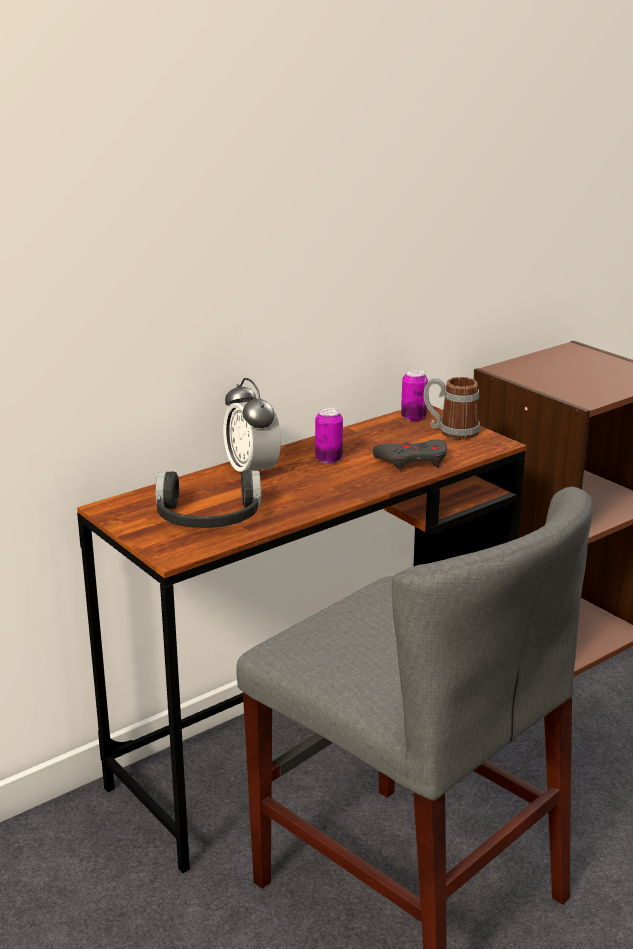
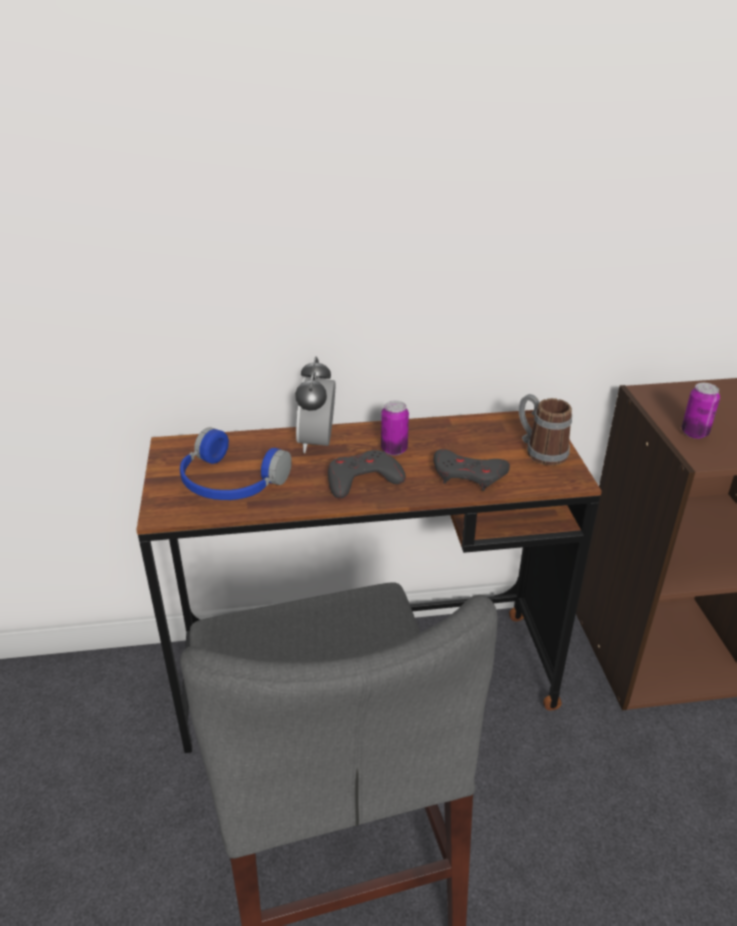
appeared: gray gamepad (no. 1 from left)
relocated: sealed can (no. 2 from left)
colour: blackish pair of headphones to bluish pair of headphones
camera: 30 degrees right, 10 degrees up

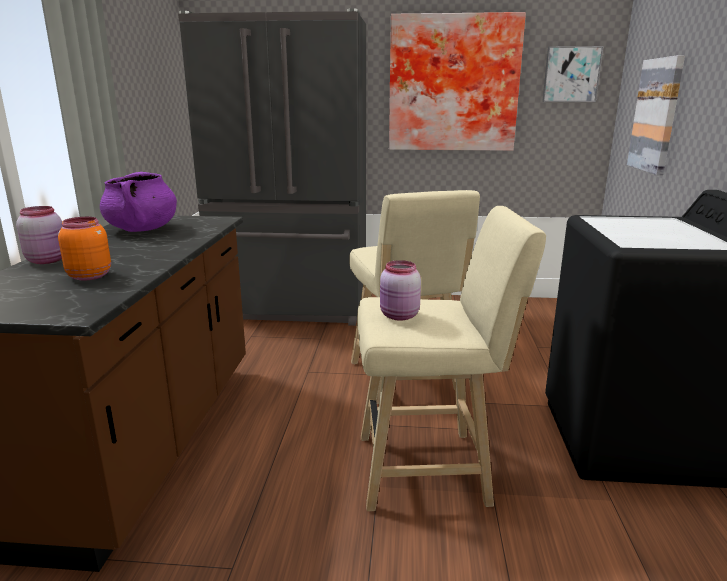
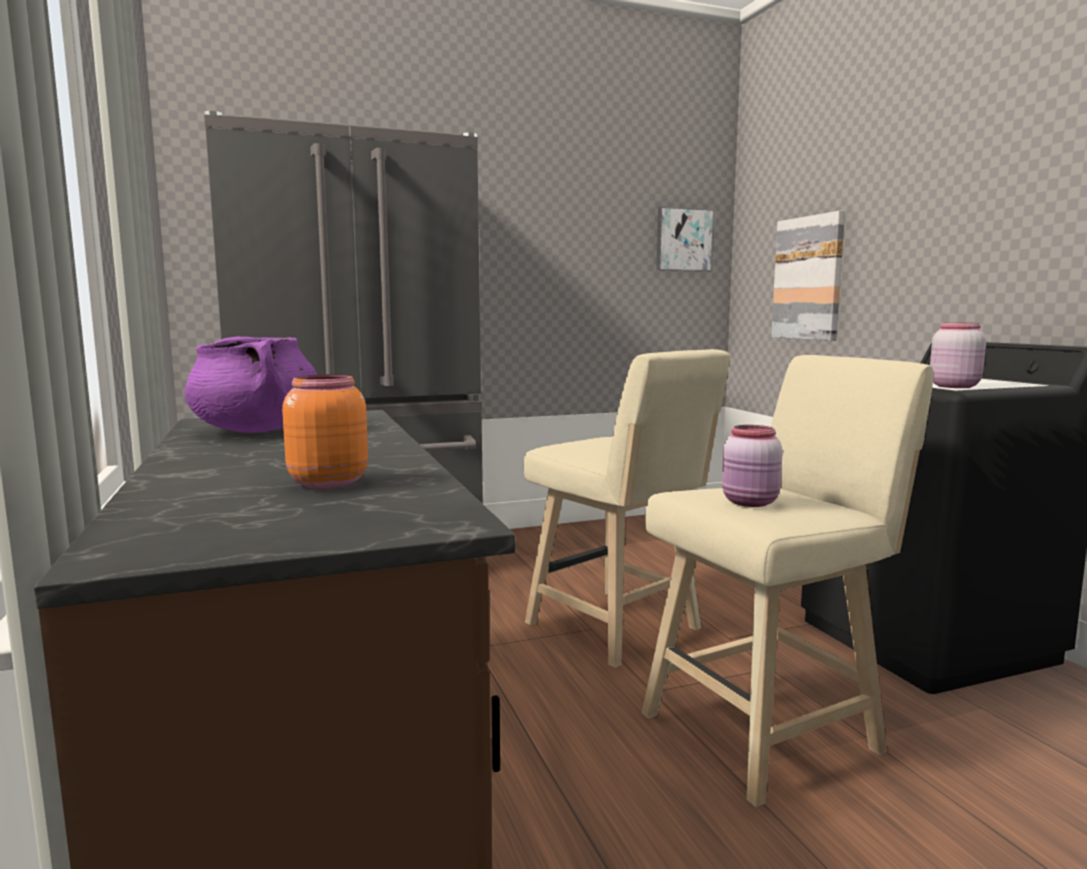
missing: wall picture (no. 1 from left)
relocated: pinkish storage jar (no. 1 from left in the first image) to pinkish storage jar (no. 2 from left)
camera: 25 degrees left, 10 degrees down

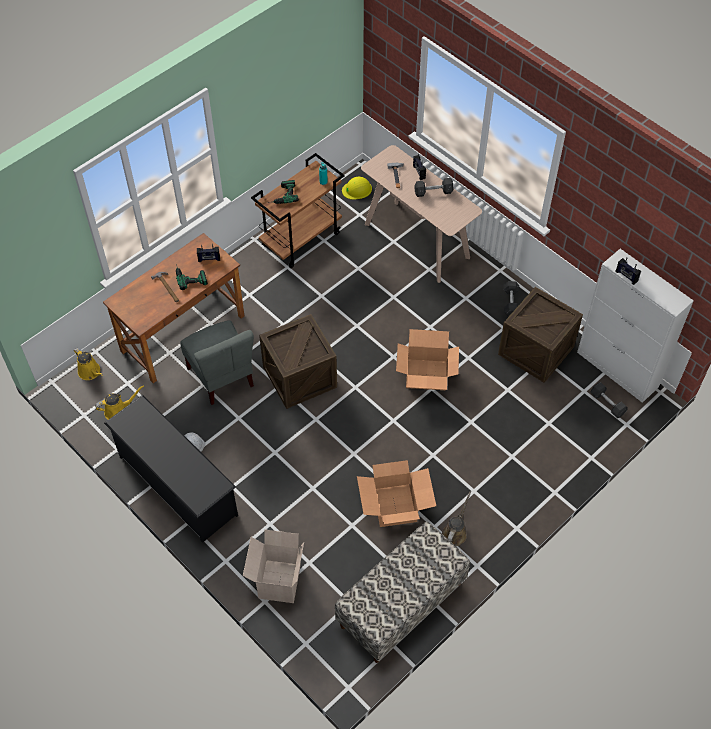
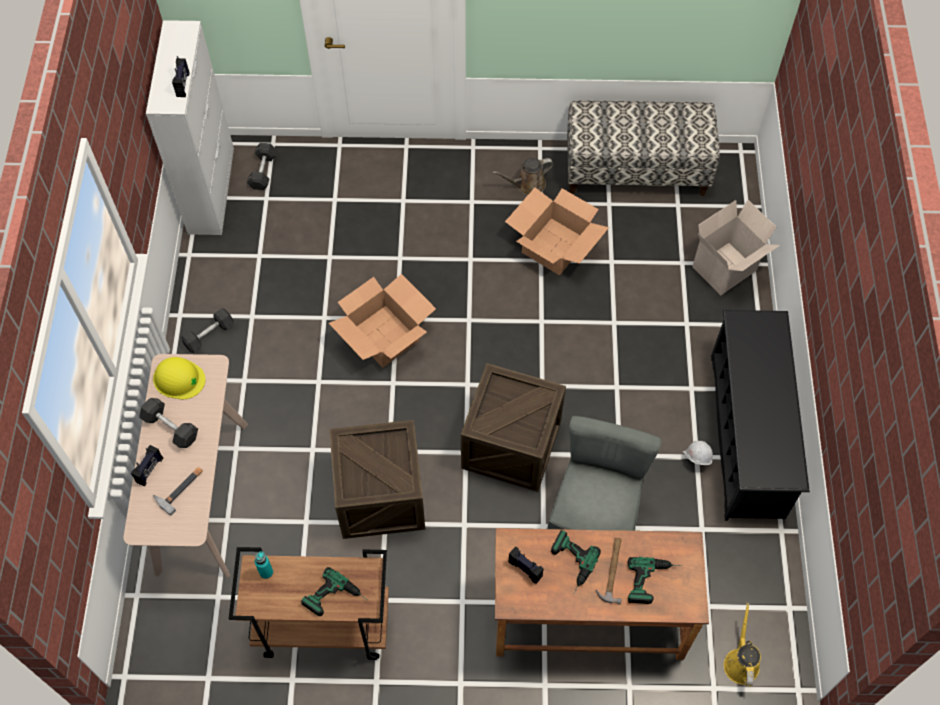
missing: yellow watering can (no. 2 from left)
appeared: electric drill (no. 3 from left)
relocated: yellow work helmet; shipping crate (no. 2 from left in the first image) to shipping crate (no. 1 from left)
camera: 135 degrees left, 5 degrees up

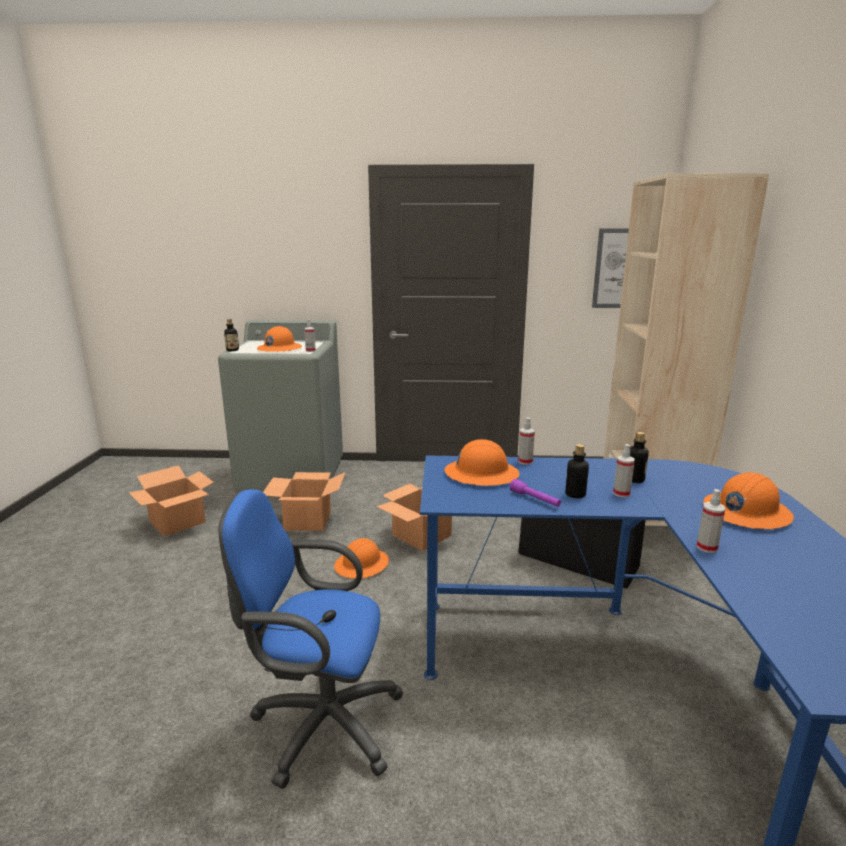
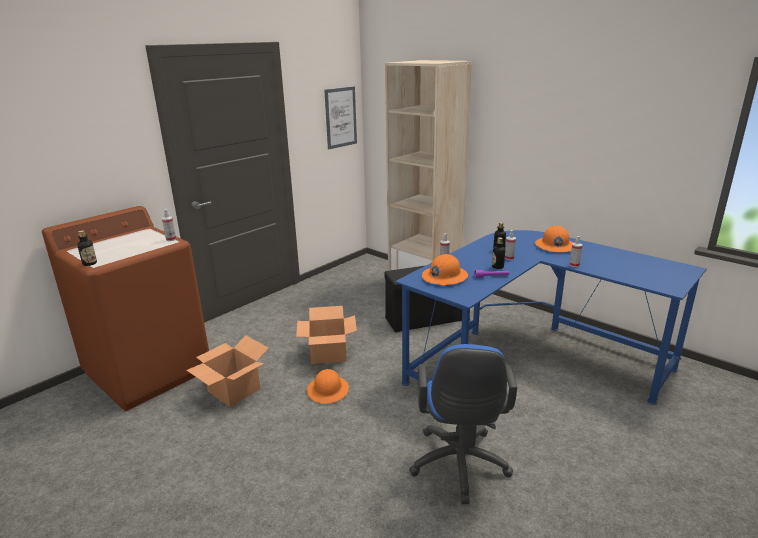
missing: orange-coloured work helmet (no. 1 from left); cardboard box (no. 1 from left)
colour: gray laundry machine to brown-coloured laundry machine
spun: bluish office chair 45 degrees counterclockwise
camera: 50 degrees left, 5 degrees up

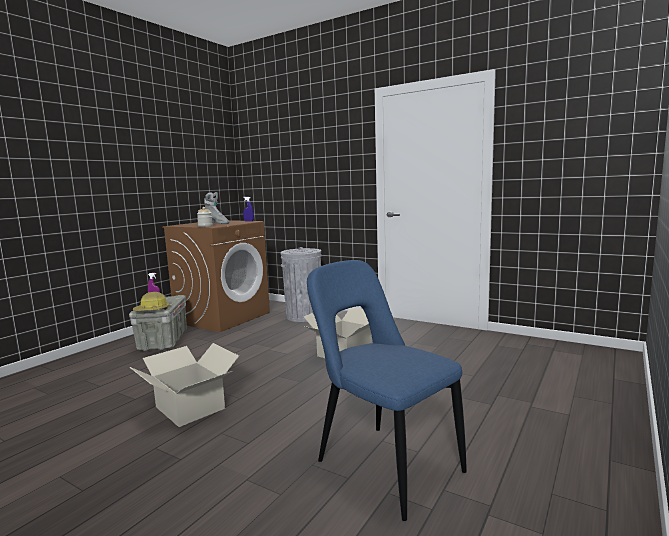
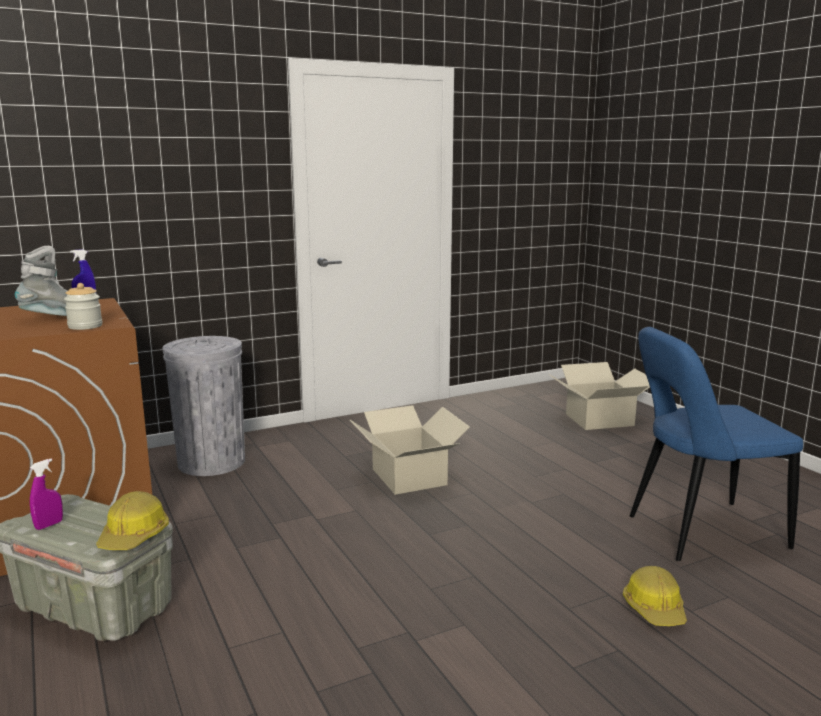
appeared: work helmet (no. 2 from left)
relocated: cardboard box (no. 1 from left in the first image) to cardboard box (no. 2 from left)
camera: 60 degrees left, 5 degrees up

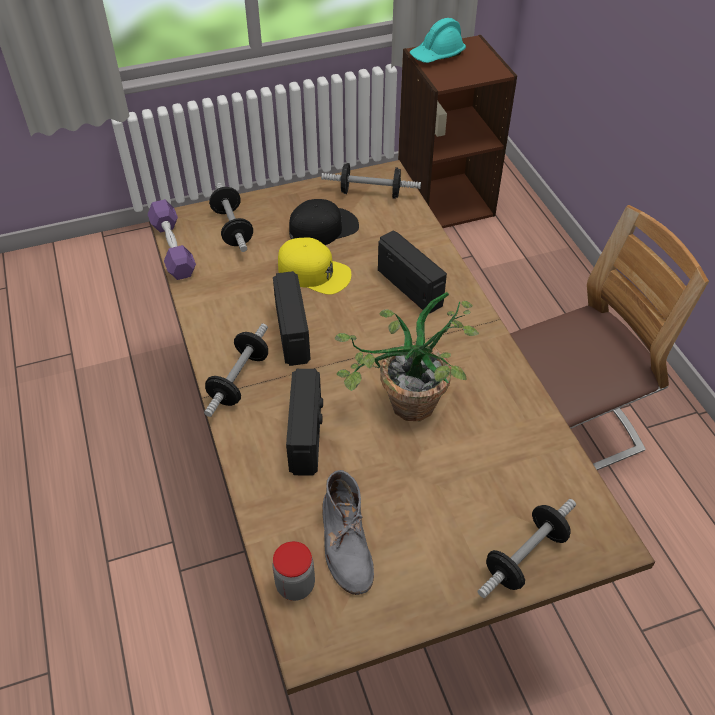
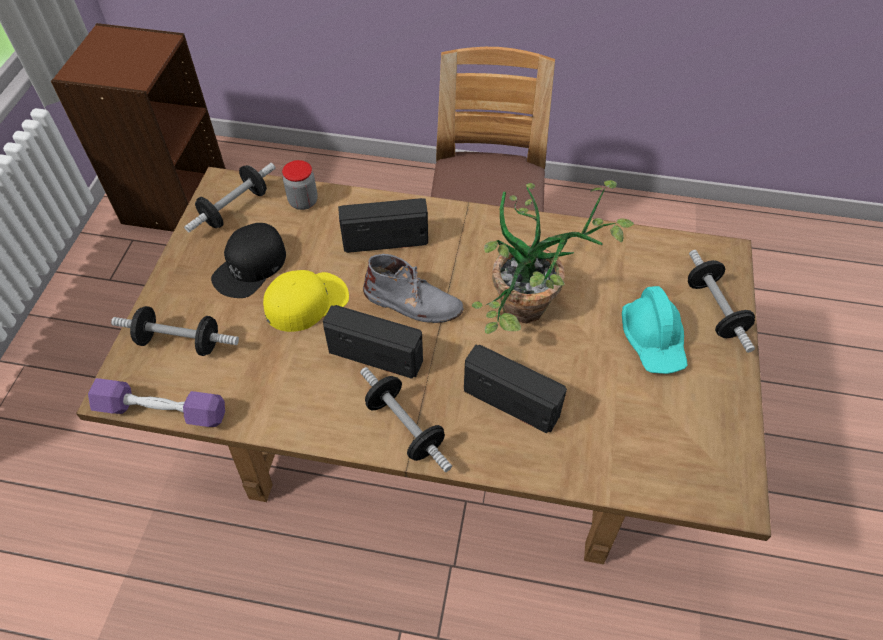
relocated: turquoise work helmet; gray high-top boot; storage jar
spun: blackish cap 150 degrees counterclockwise
camera: 60 degrees left, 5 degrees up

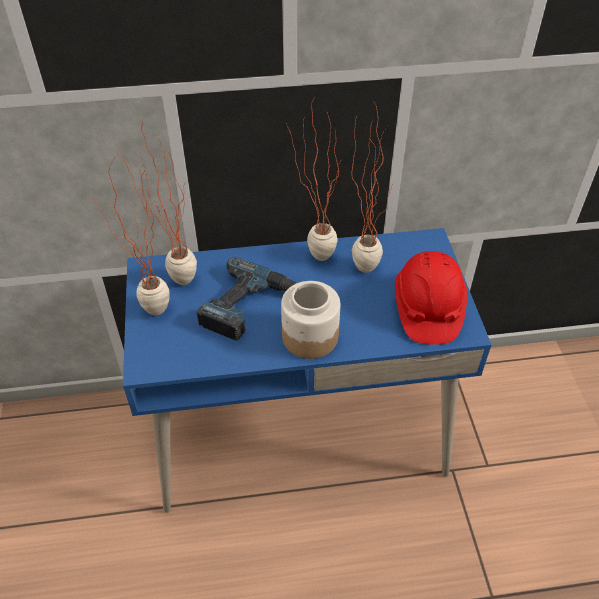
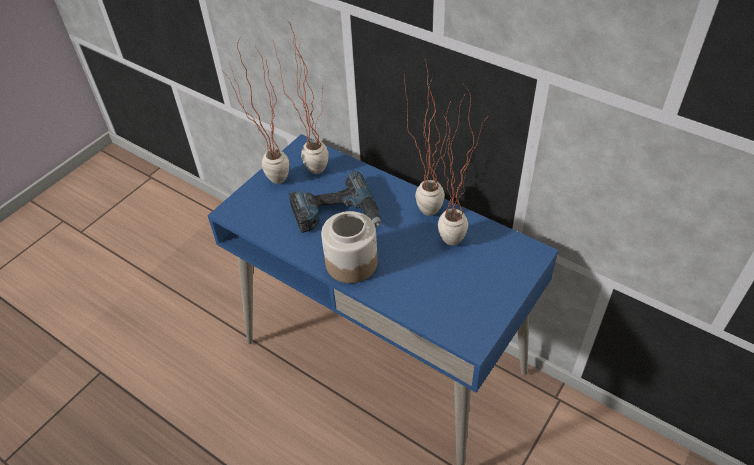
missing: reddish work helmet
camera: 45 degrees right, 0 degrees up

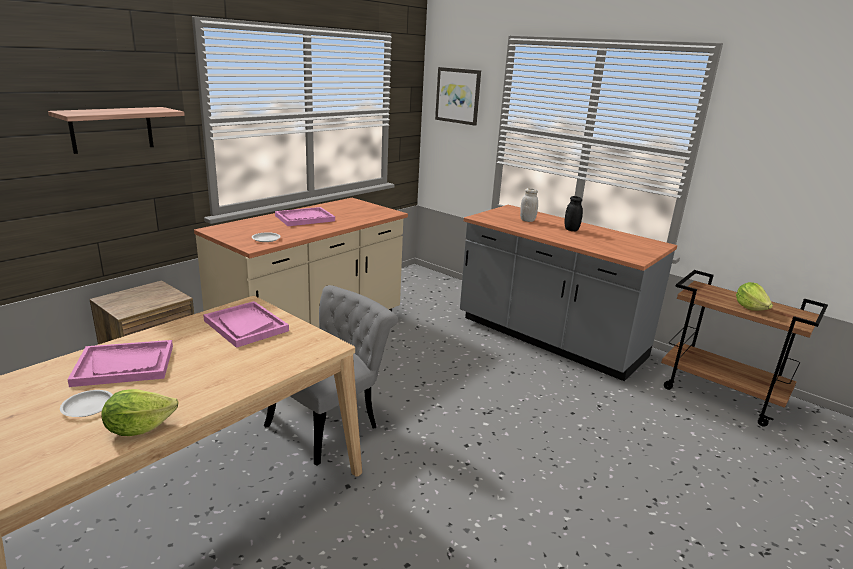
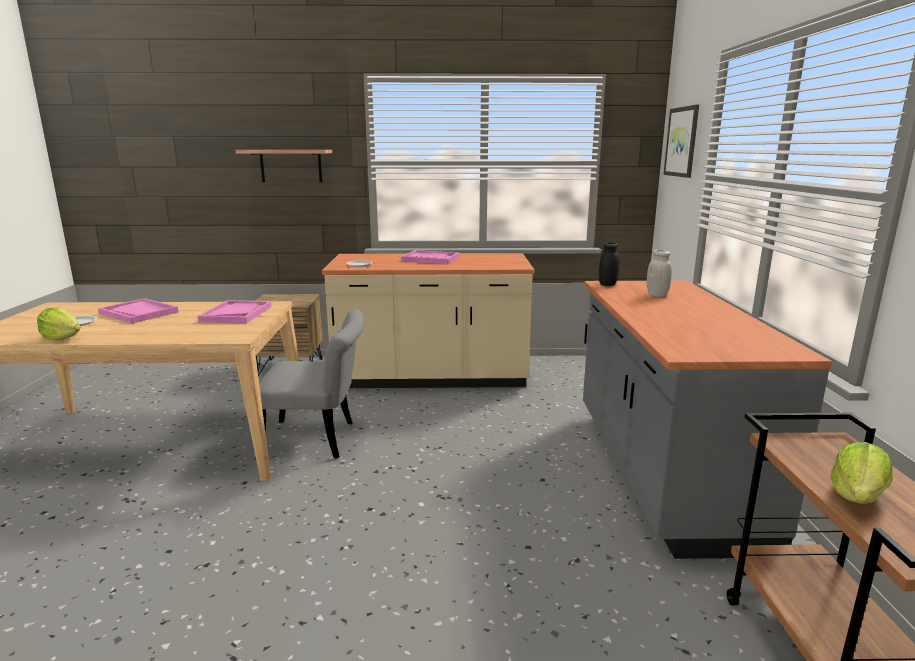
relocated: blackish storage jar
camera: 50 degrees right, 5 degrees down

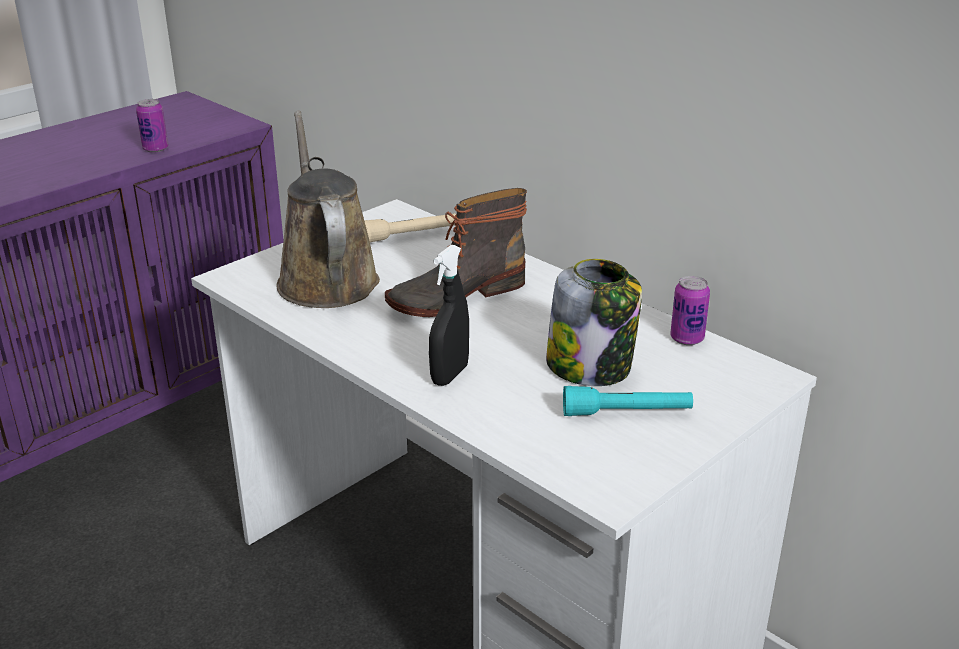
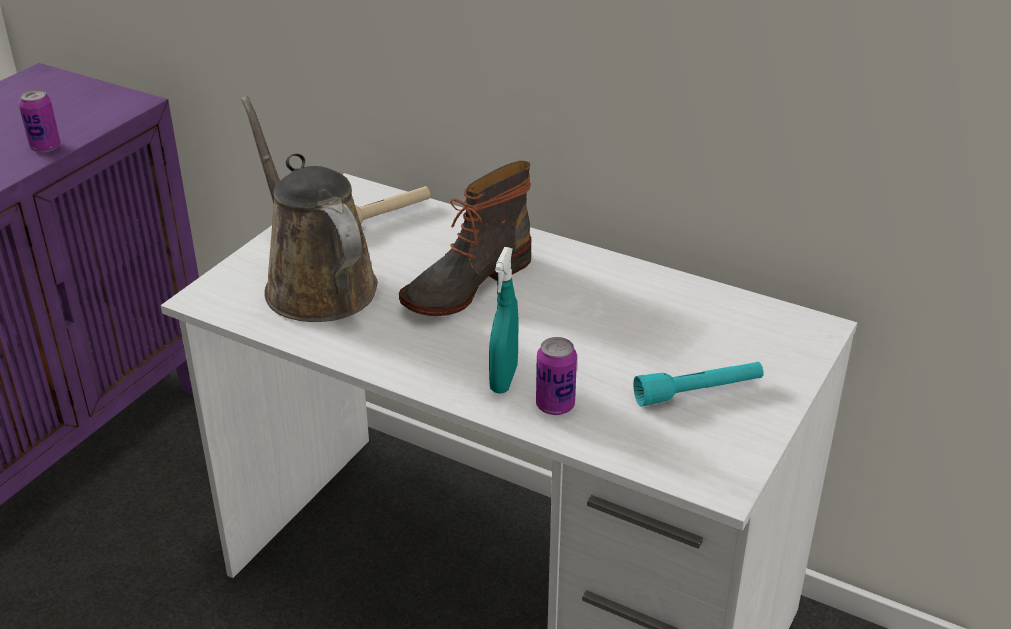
missing: storage jar
relocated: sealed can (no. 2 from left)
colour: blackish spray bottle to turquoise spray bottle
camera: 15 degrees left, 5 degrees up

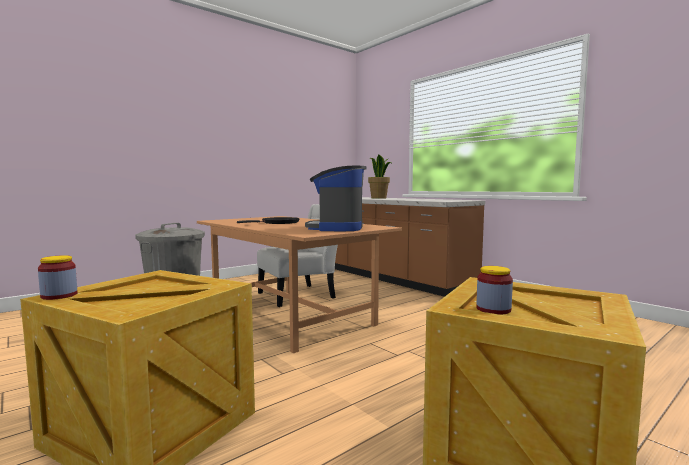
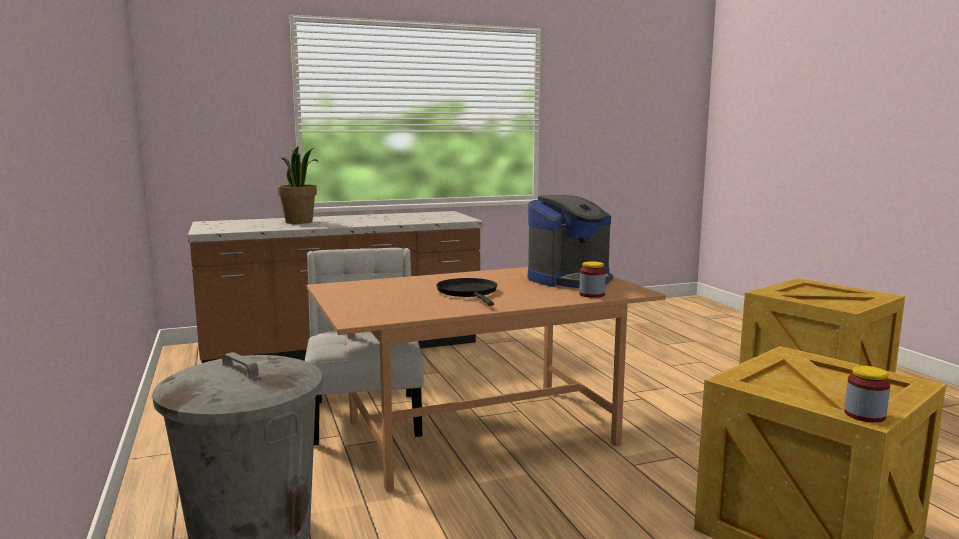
relocated: storage jar (no. 2 from left in the first image) to storage jar (no. 1 from left)
spun: coffee brewer 60 degrees counterclockwise
camera: 70 degrees left, 5 degrees up

